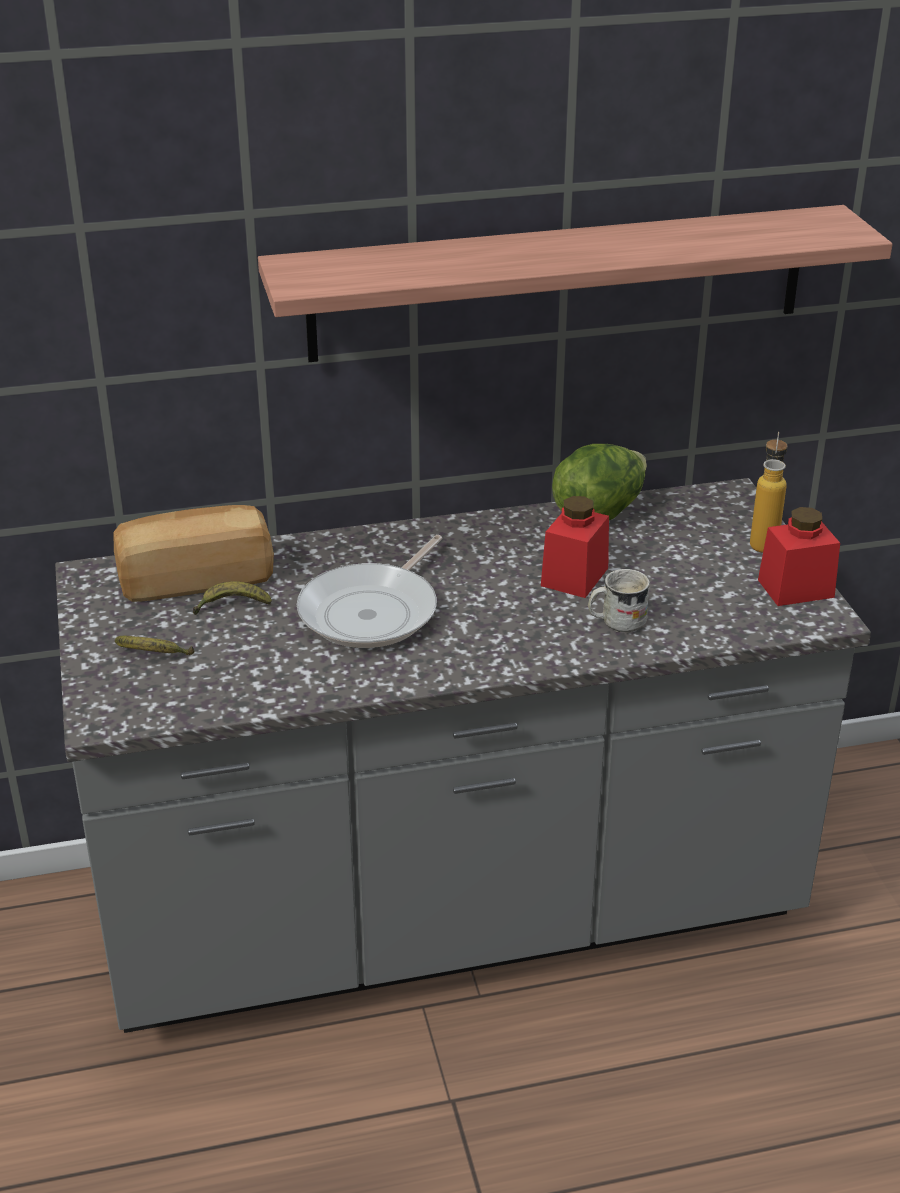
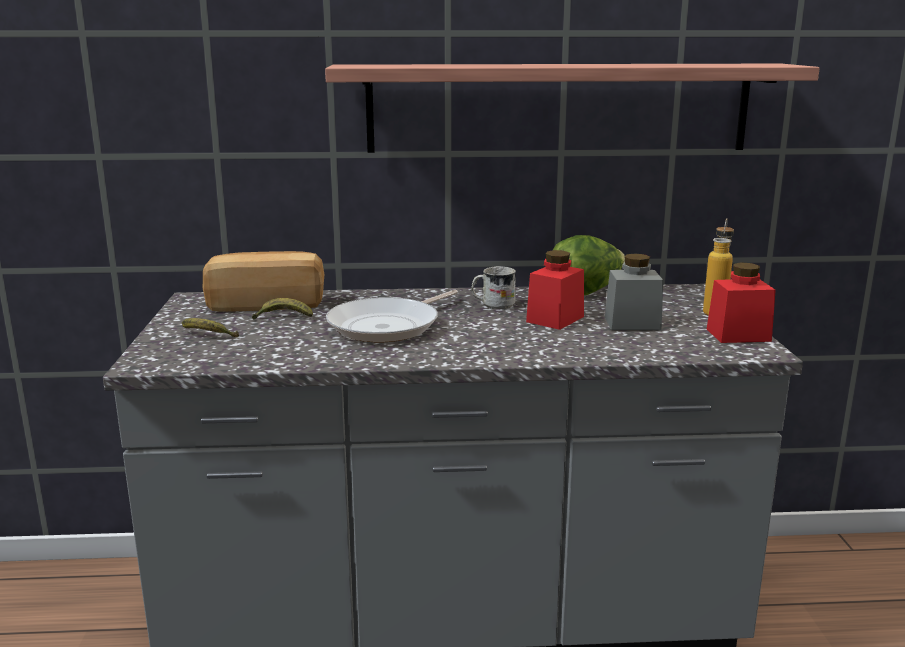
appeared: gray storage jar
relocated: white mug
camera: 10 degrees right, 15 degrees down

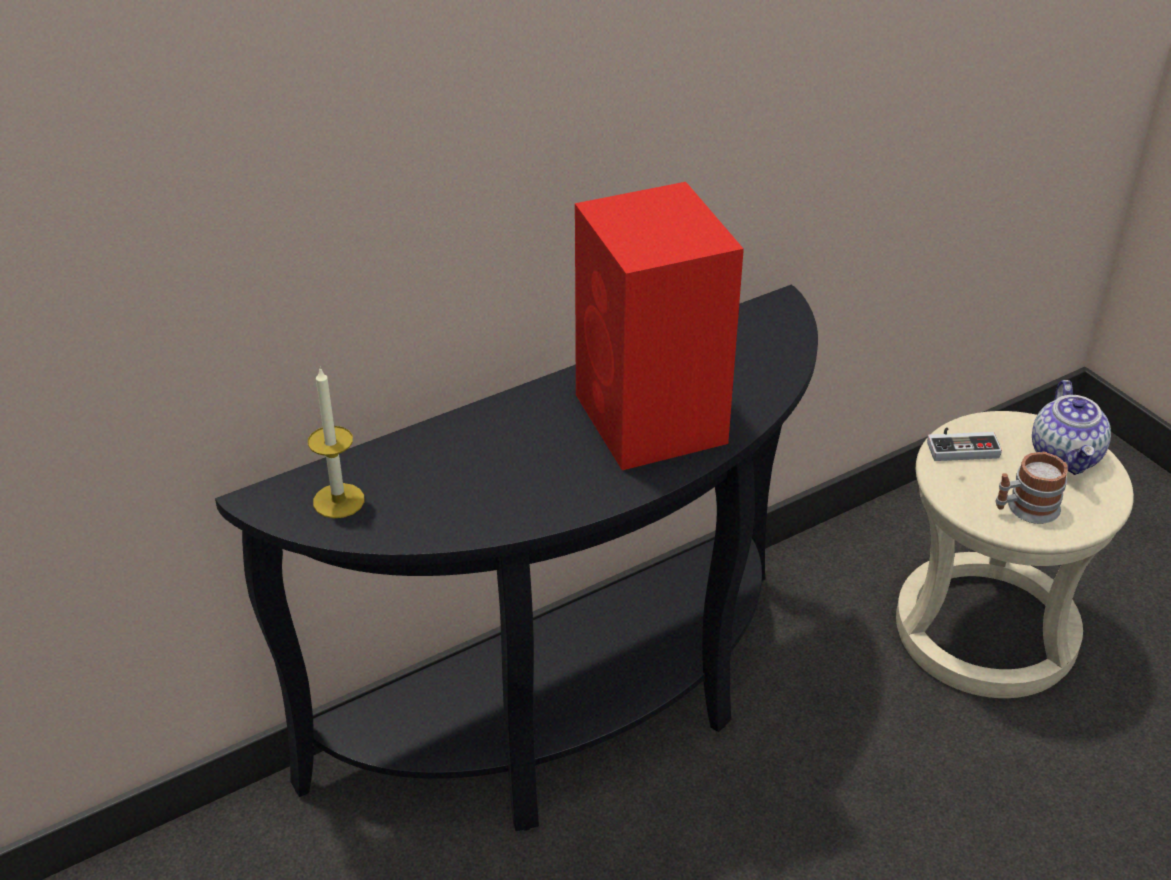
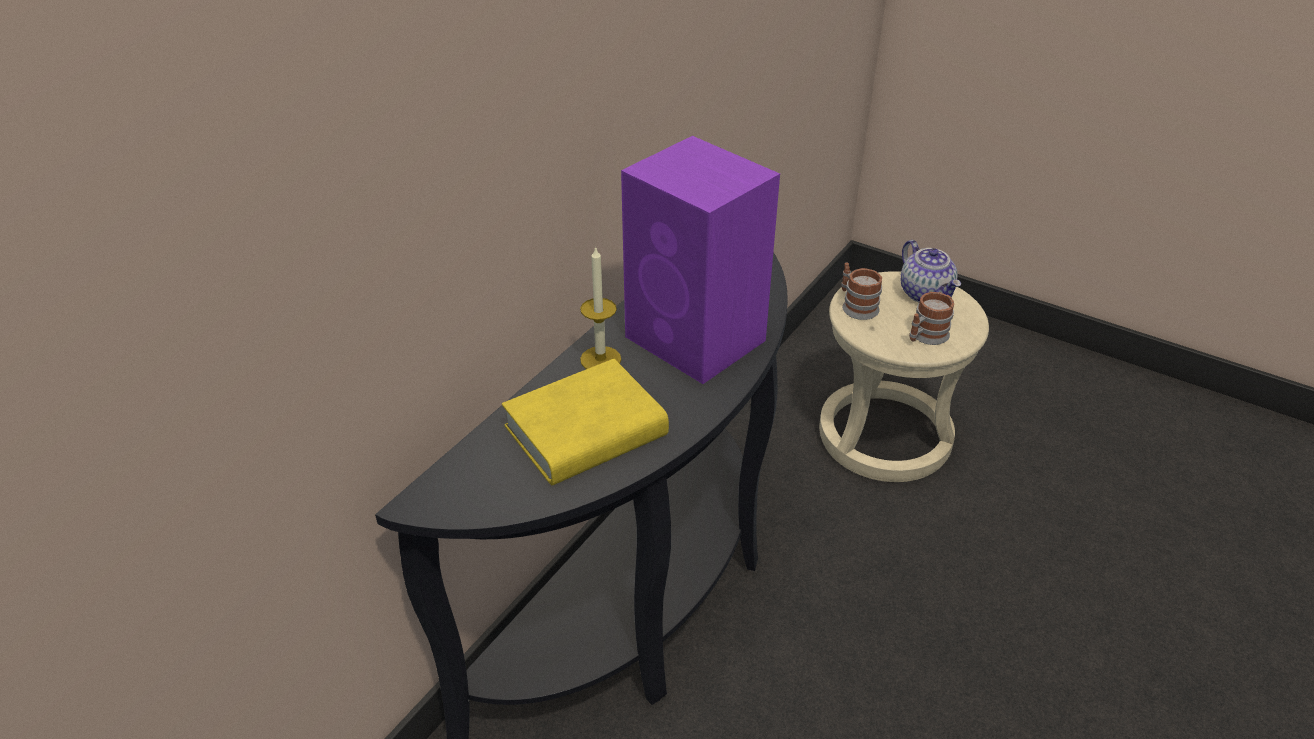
appeared: yellow bound book
relocated: candle
exchanged: gamepad to mug (no. 1 from left)
colour: reddish speaker to purplish speaker
camera: 25 degrees left, 0 degrees up

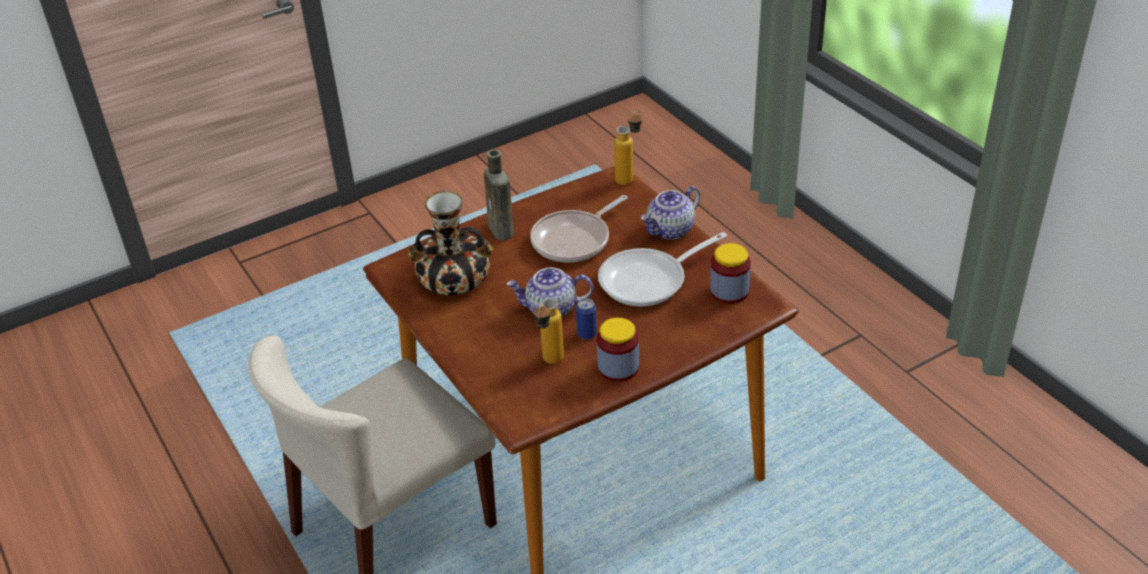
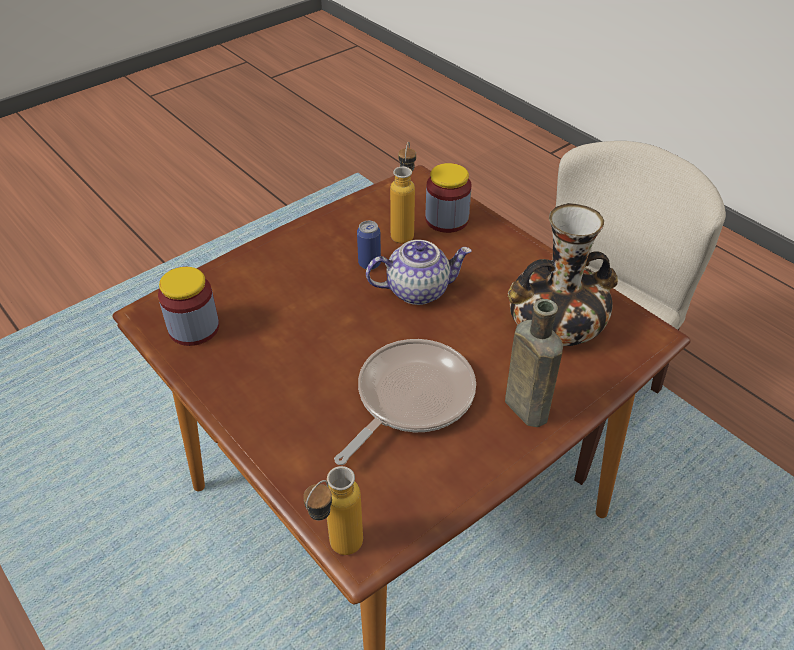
missing: teapot (no. 2 from left); pan (no. 2 from left)
relocated: storage jar (no. 1 from left in the first image) to storage jar (no. 2 from left)
camera: 170 degrees right, 5 degrees up

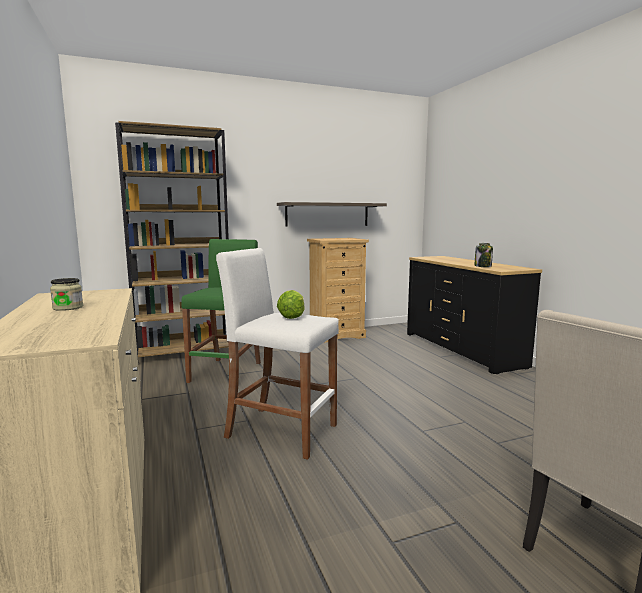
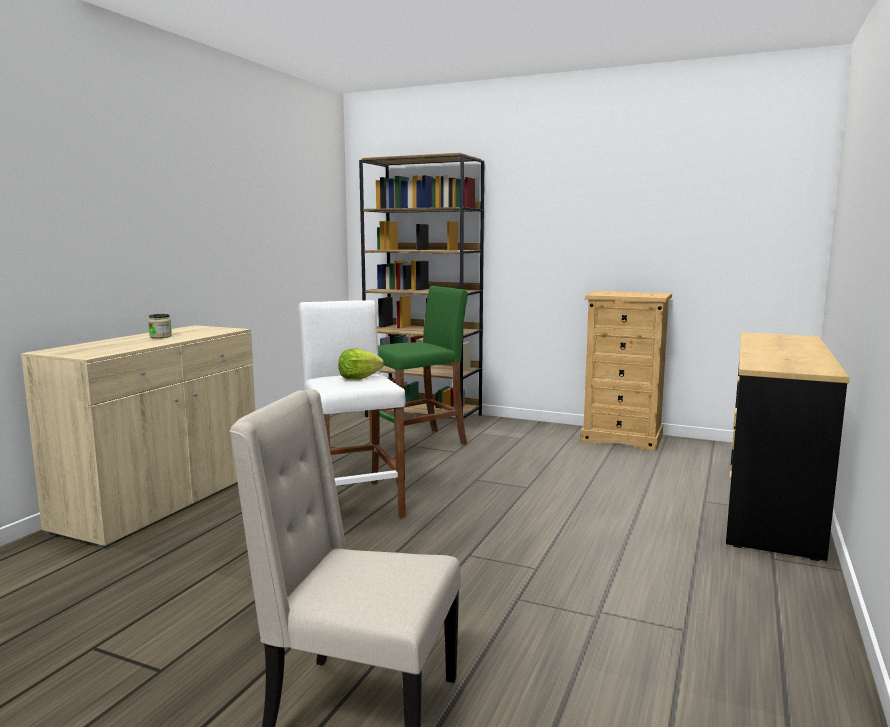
missing: shelf; storage jar (no. 2 from left)
camera: 45 degrees right, 0 degrees up

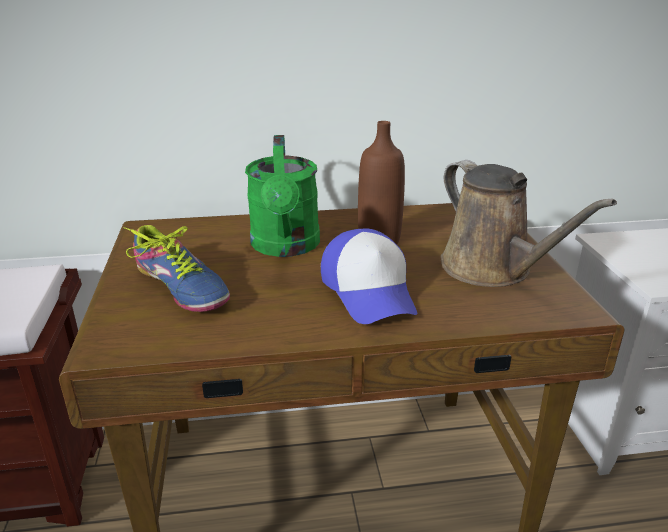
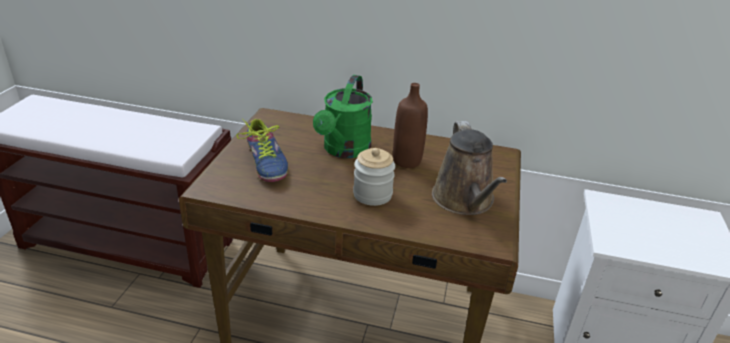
exchanged: cap to storage jar
camera: 20 degrees right, 5 degrees up

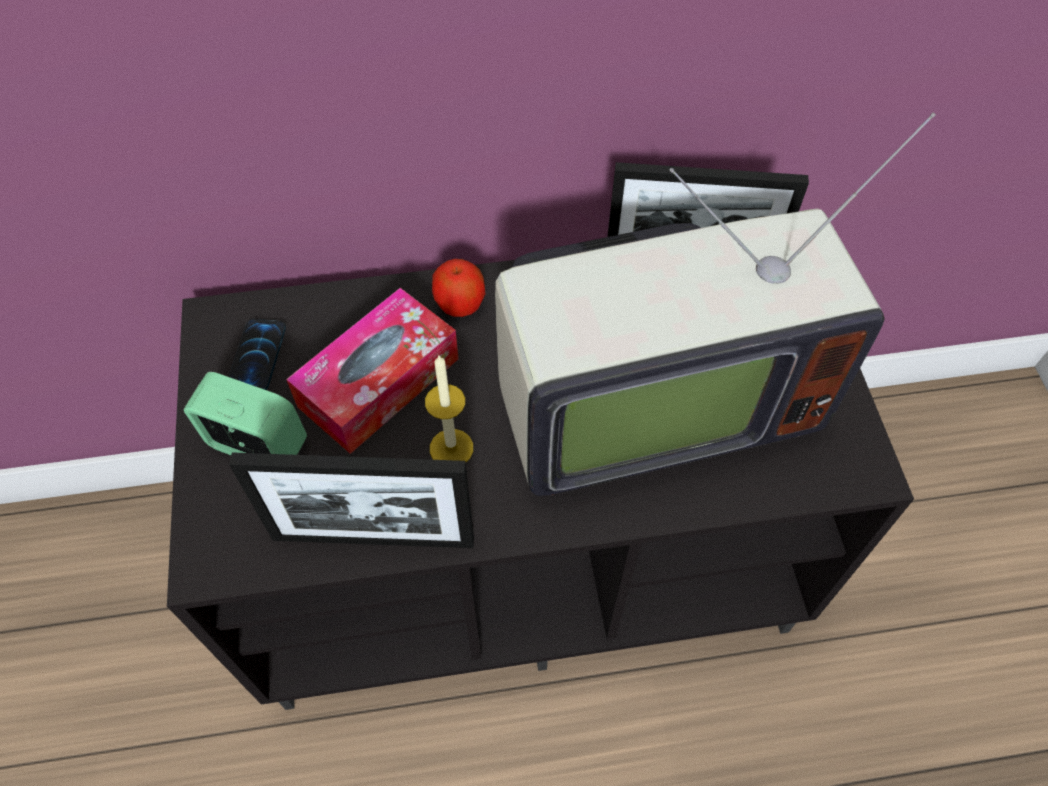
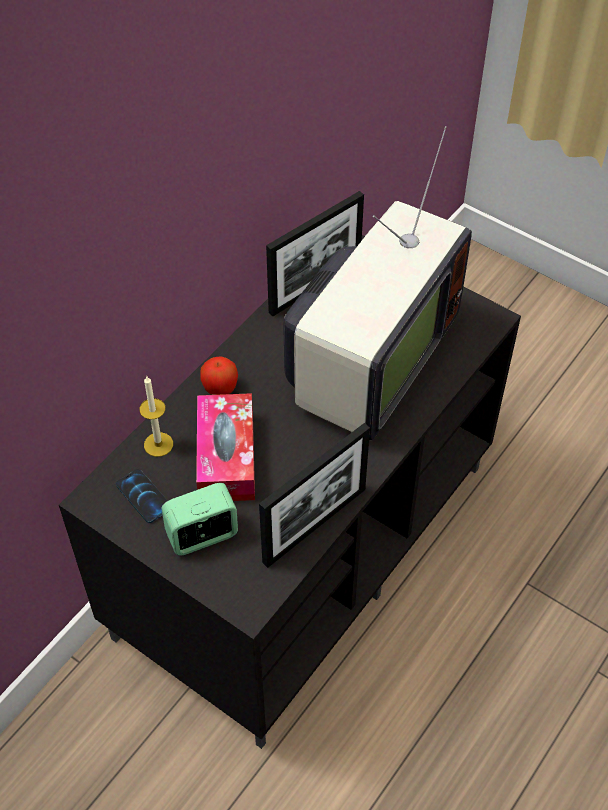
relocated: candle
camera: 45 degrees left, 5 degrees down

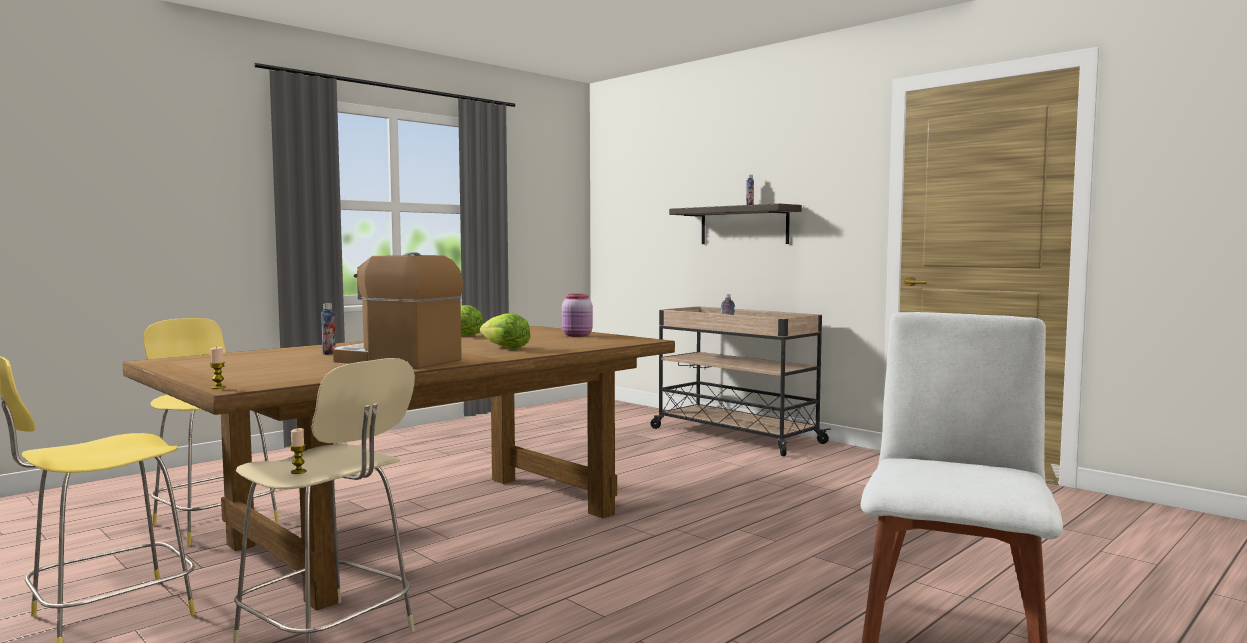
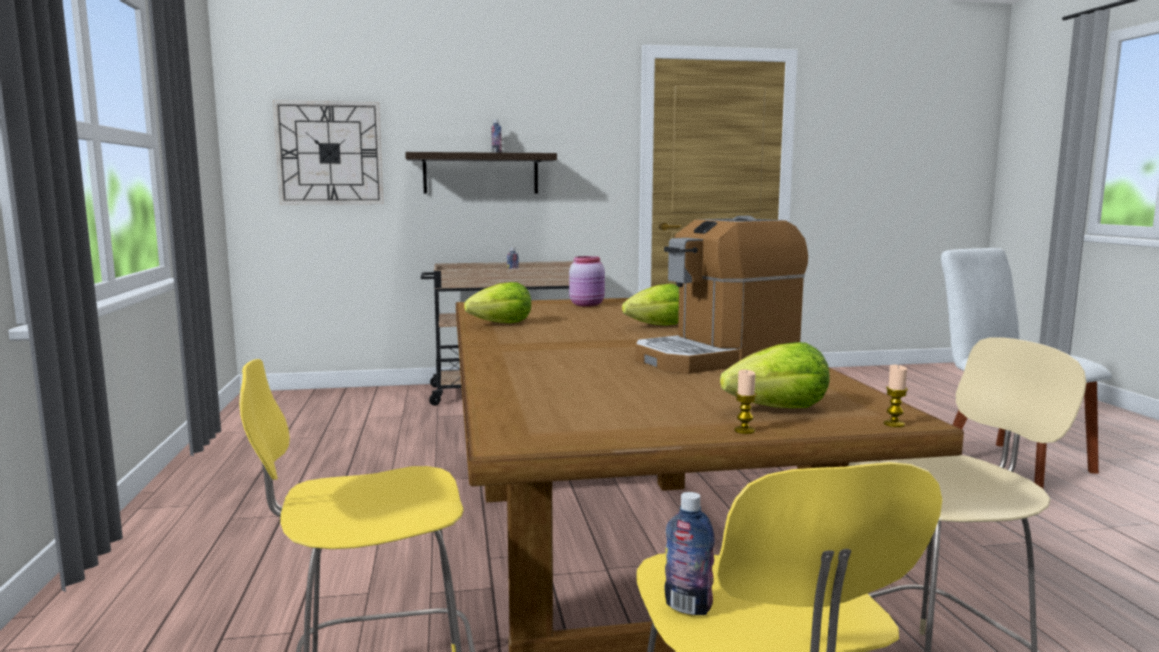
appeared: wall clock; lettuce (no. 3 from left)
relocated: bottle (no. 1 from left in the first image) to bottle (no. 3 from left); candle (no. 2 from left in the first image) to candle (no. 1 from left)
camera: 55 degrees left, 5 degrees up

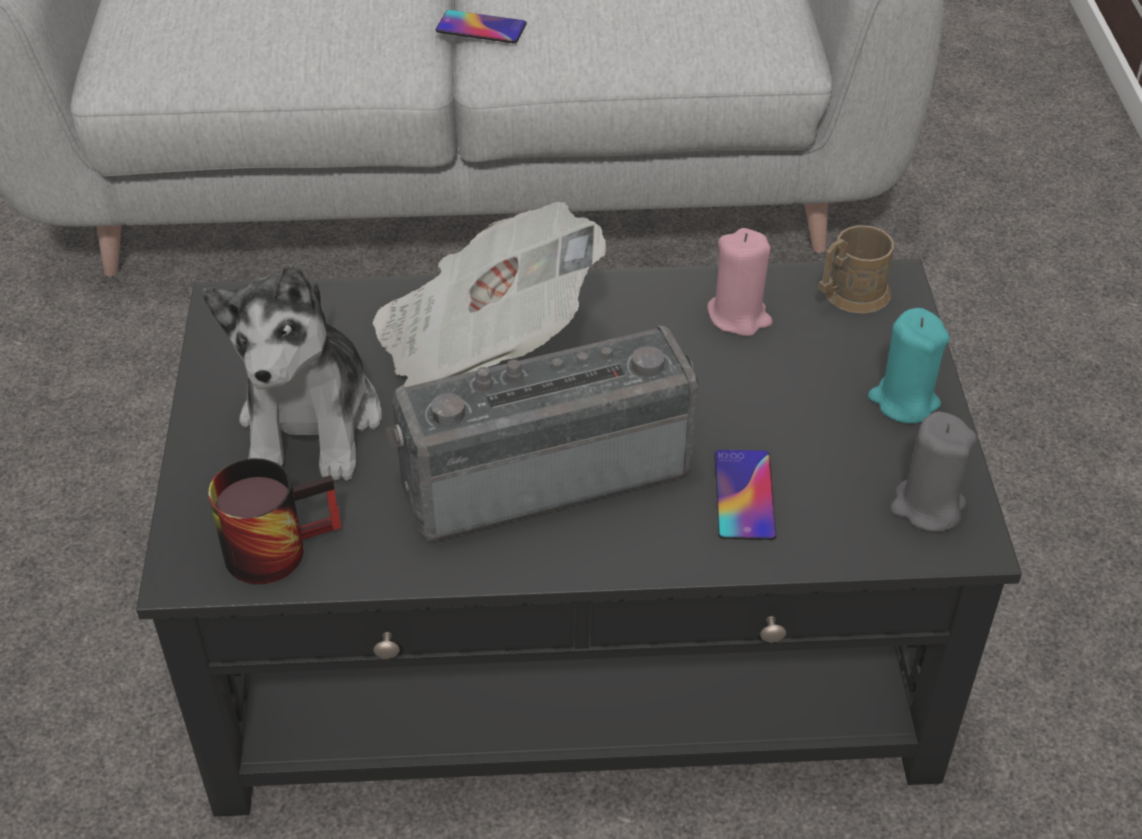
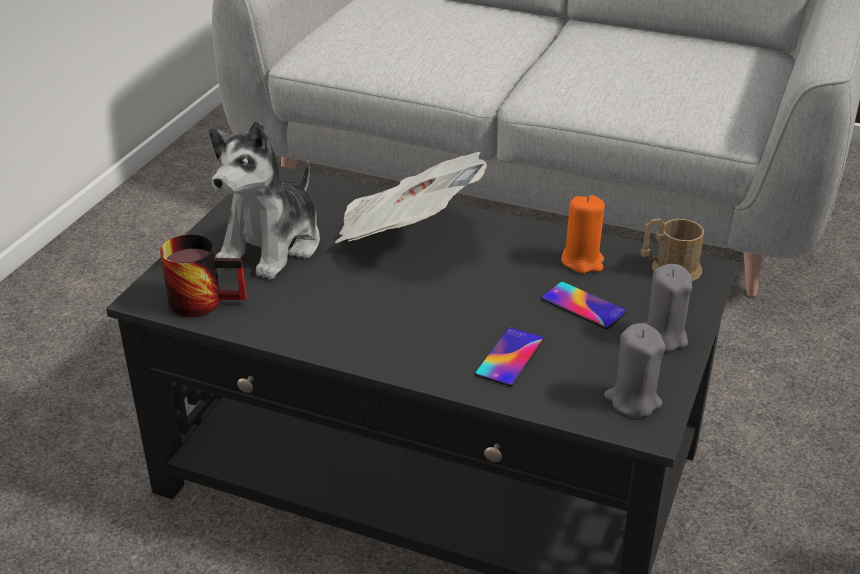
missing: radio receiver
relocated: handset (no. 1 from left in the first image) to handset (no. 2 from left)
colour: pinkish candle to orange-coloured candle; turquoise candle to gray candle (no. 2 from left)
camera: 25 degrees right, 10 degrees down

